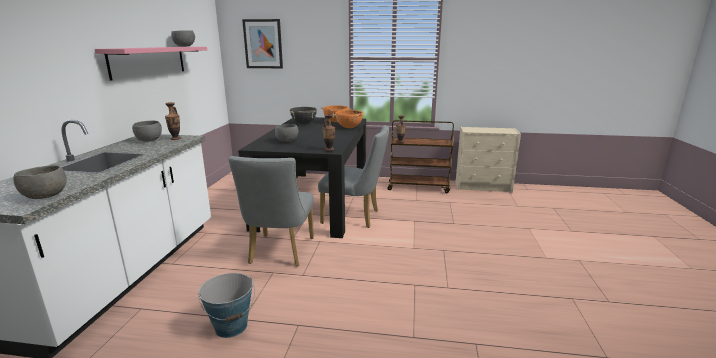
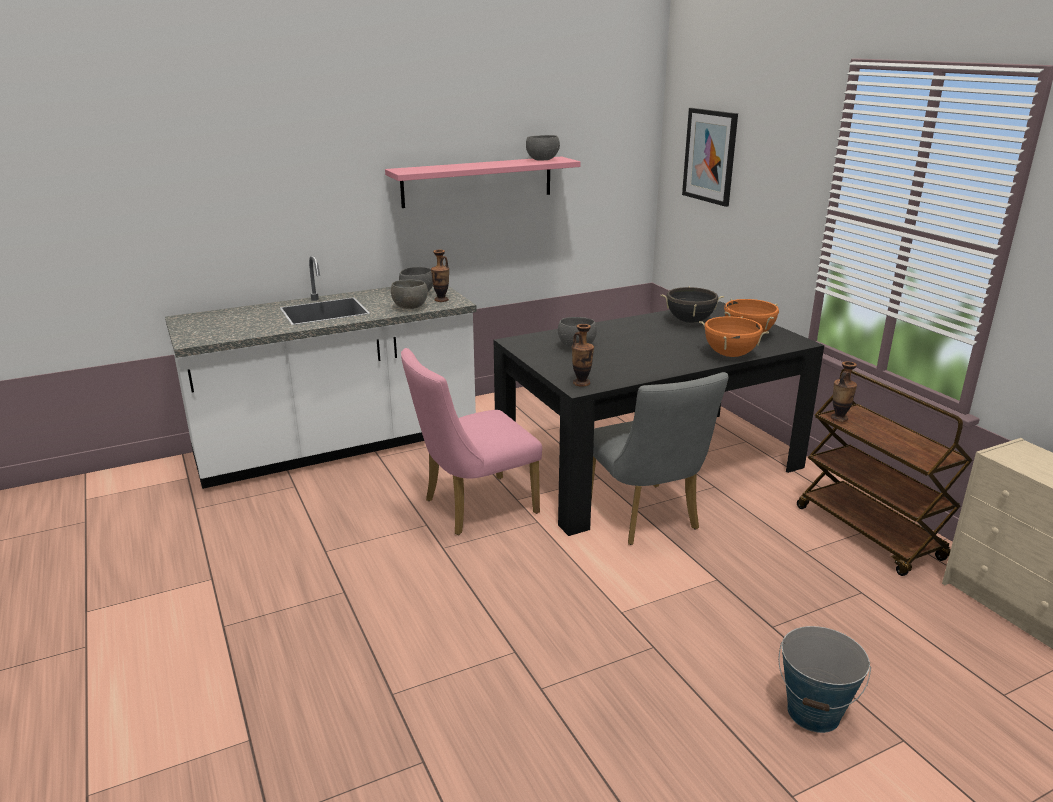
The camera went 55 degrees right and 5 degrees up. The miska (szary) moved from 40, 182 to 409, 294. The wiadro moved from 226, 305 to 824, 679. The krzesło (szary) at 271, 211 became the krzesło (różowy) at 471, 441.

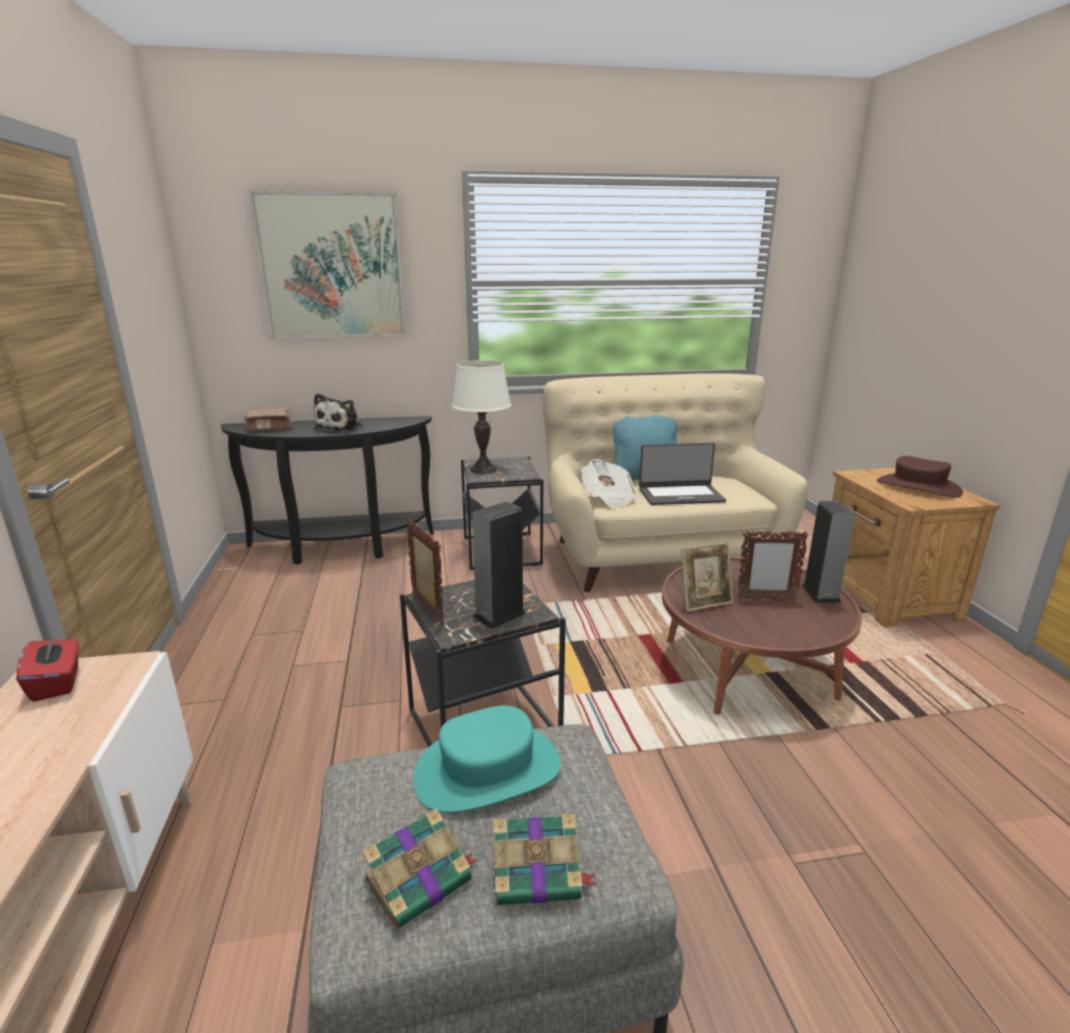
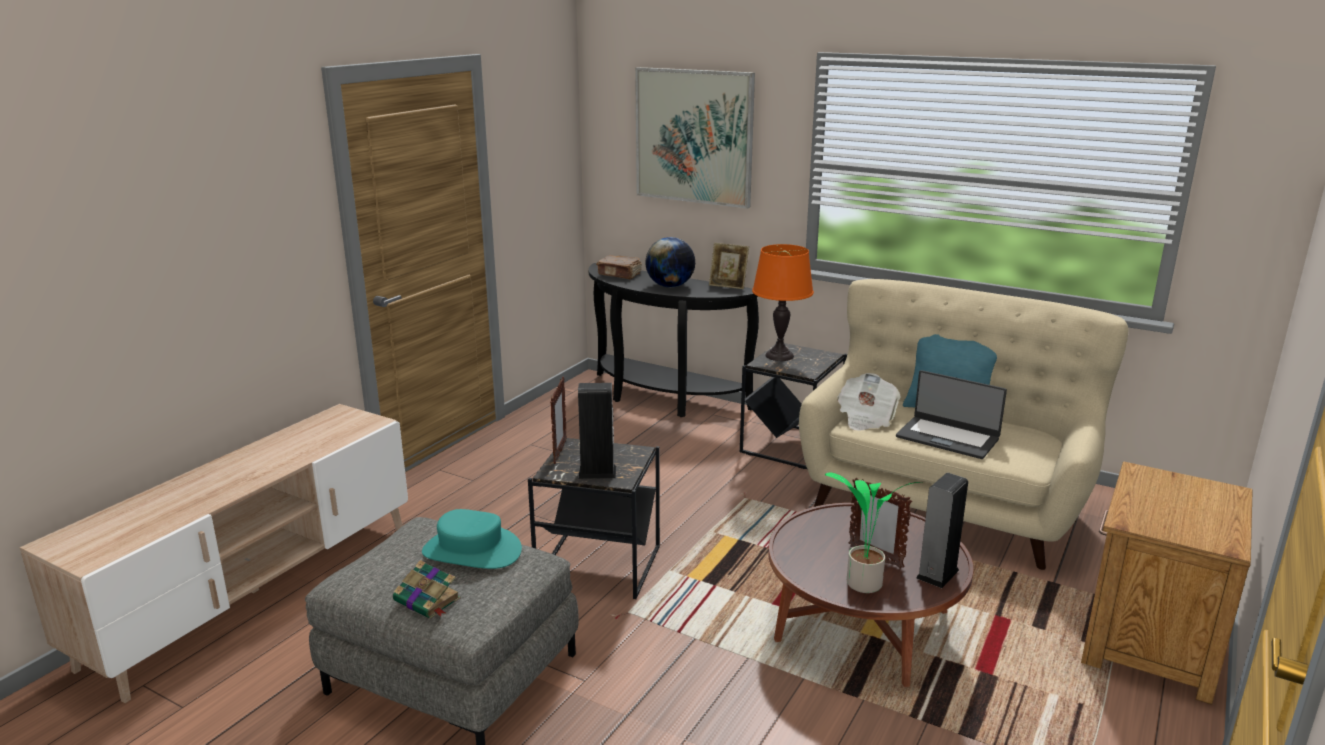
The camera went 40 degrees right and 0 degrees up. The pudełko chusteczek (czerwony) at 47, 666 disappeared. The pluszak at 338, 412 was replaced by the globus at 670, 262. The książka at 419, 868 disappeared. The lampa stołowa (biały) at 481, 417 became the lampa stołowa (pomarańczowy) at 783, 302. The ramka na zdjęcie moved from 707, 577 to 729, 266. The kapelusz (brązowy) at 920, 477 disappeared. The roślina doniczkowa at 873, 533 appeared.

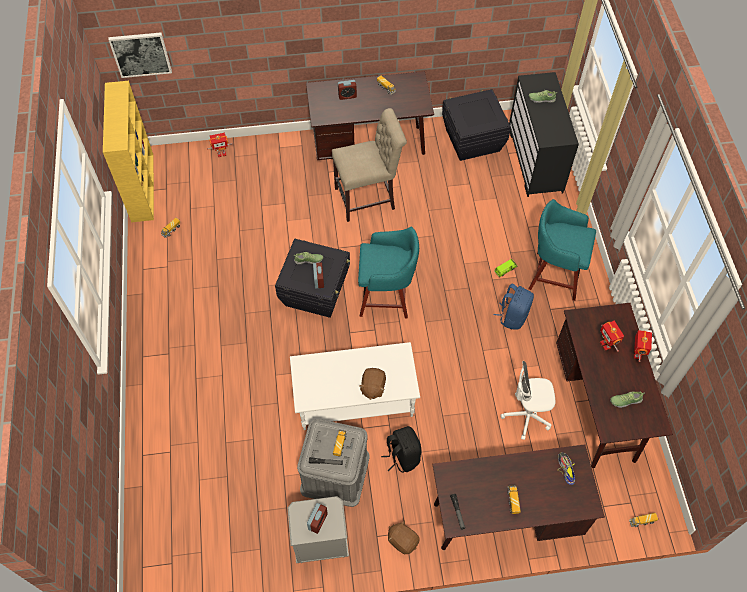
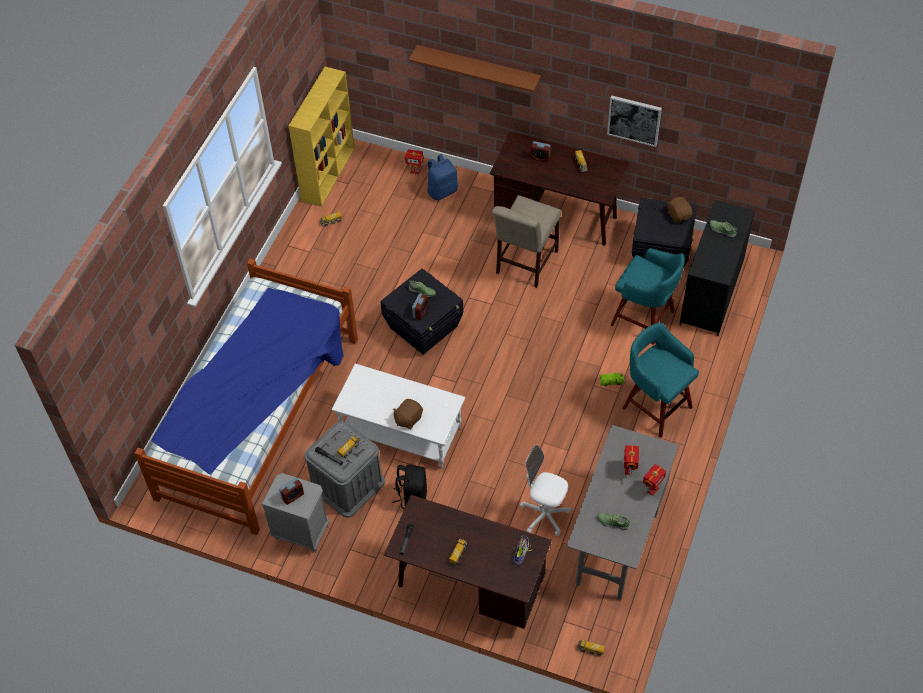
The camera went 30 degrees right and 5 degrees down. The obraz moved from 140, 55 to 634, 121. The krzesło (beżowy) at 369, 165 turned 105 degrees clockwise. The stołek (turkusowy) moved from 388, 272 to 648, 296. The pluszak (brązowy) moved from 404, 537 to 680, 209. The plecak (niebieski) moved from 514, 307 to 442, 177. The biurko (brązowy) at 614, 385 became the biurko (szary) at 622, 512. The łóżko at 246, 397 appeared. The półka (brązowy) at 475, 68 appeared.

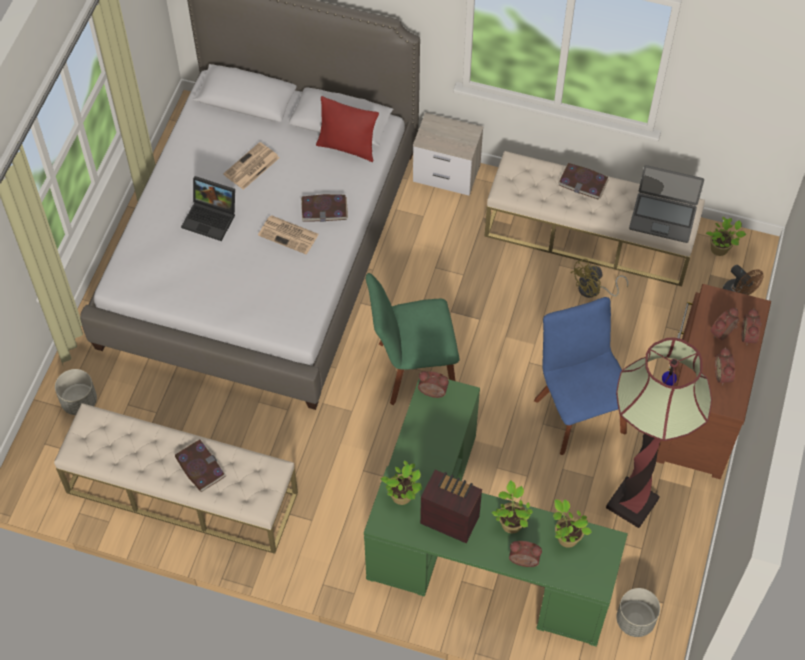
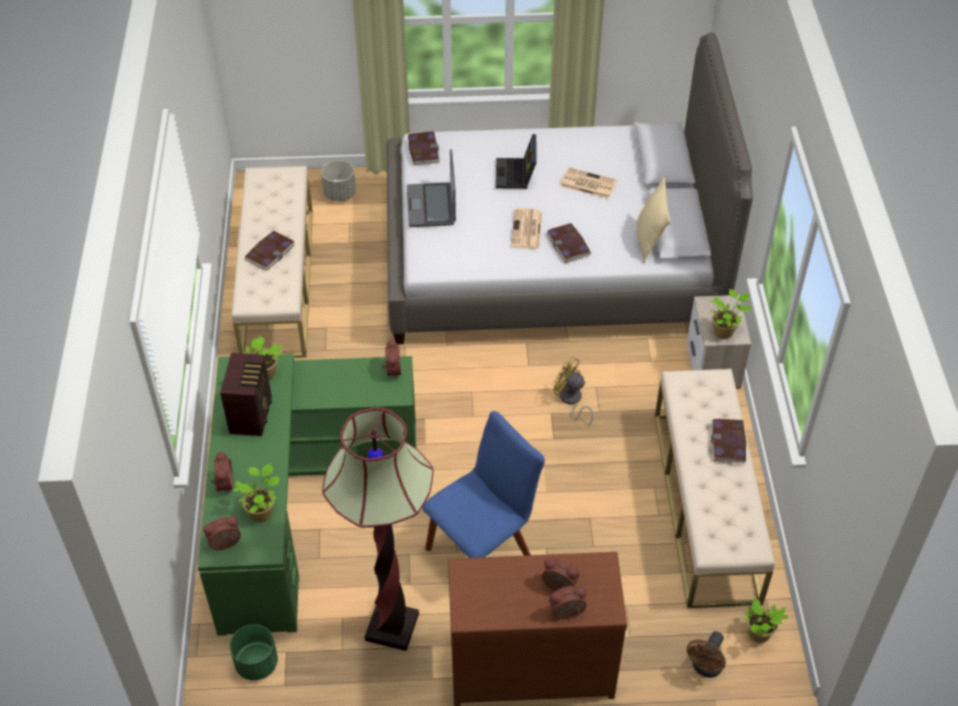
The camera went 70 degrees right and 10 degrees down. The poduszka (czerwony) at 347, 129 became the poduszka (beżowy) at 654, 220. The krzesło (zielony) at 412, 339 disappeared. The roślina doniczkowa moved from 512, 506 to 731, 314. The wentylator (żółty) moved from 599, 278 to 573, 391. The donica (szary) at 638, 612 became the donica (zielony) at 254, 652. The laptop moved from 666, 204 to 431, 188. The budzik moved from 725, 366 to 222, 533. The książka at 424, 148 appeared.

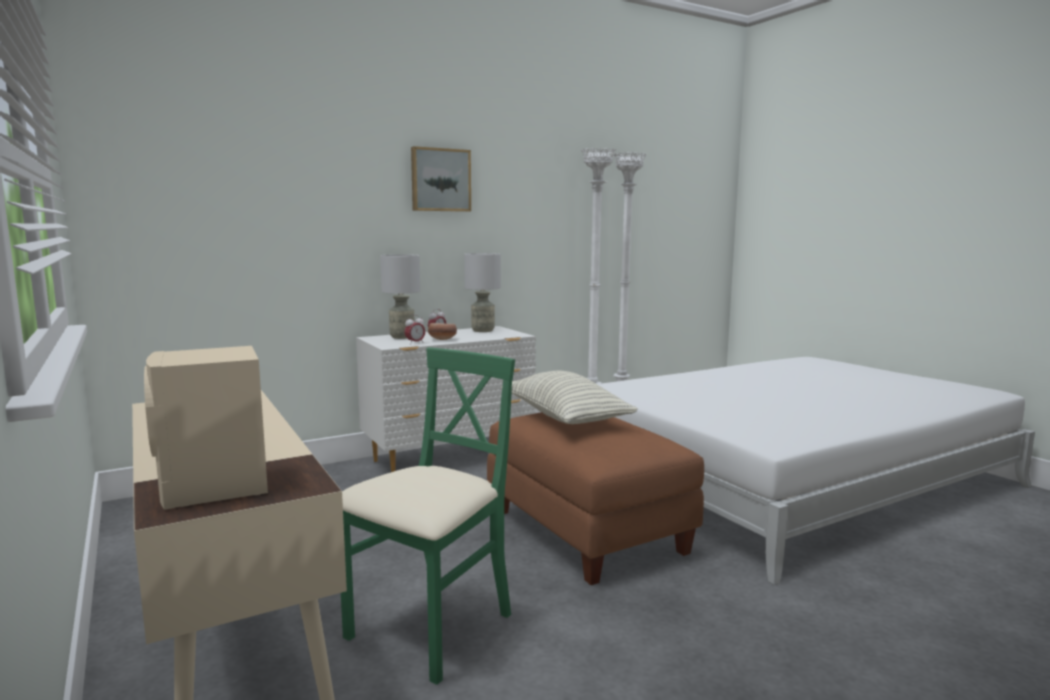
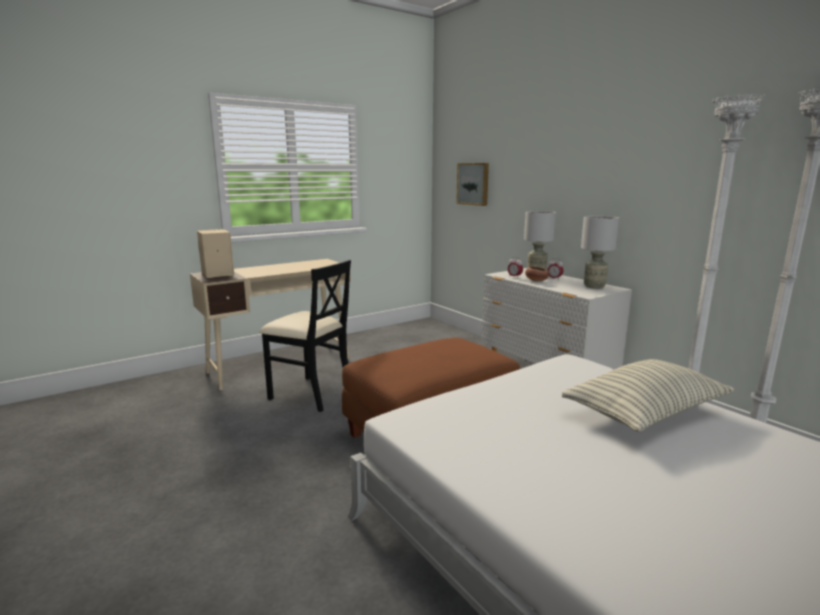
The camera went 85 degrees right and 5 degrees up. The krzesło (zielony) at 428, 516 became the krzesło (czarny) at 305, 336. The obraz moved from 441, 179 to 472, 184. The poduszka moved from 569, 397 to 648, 395.

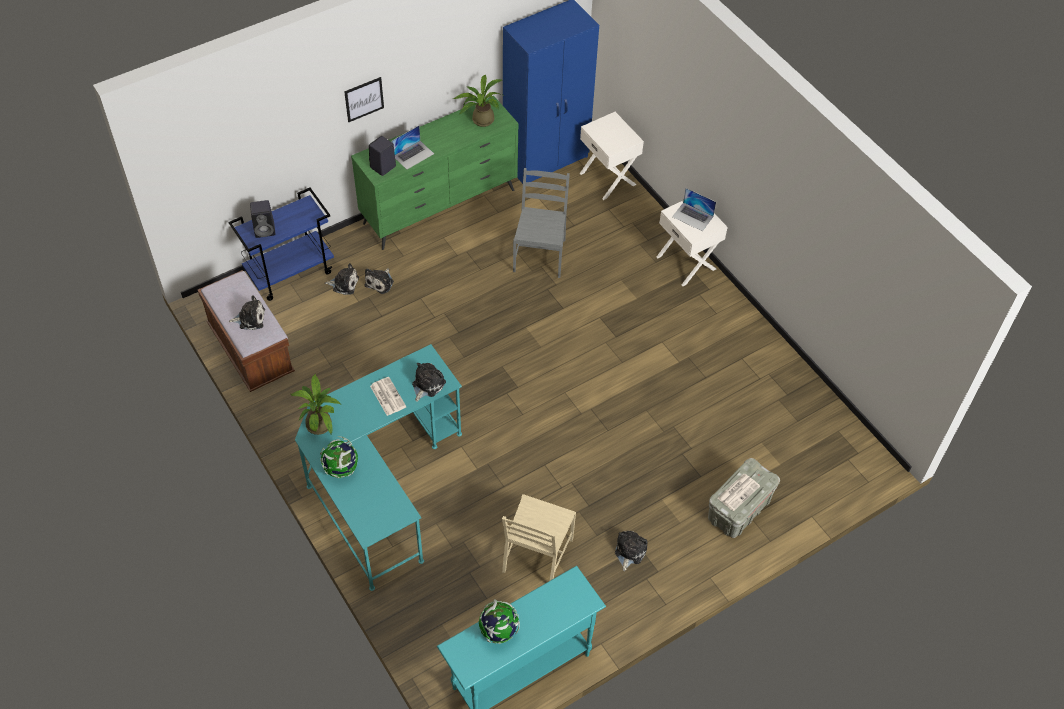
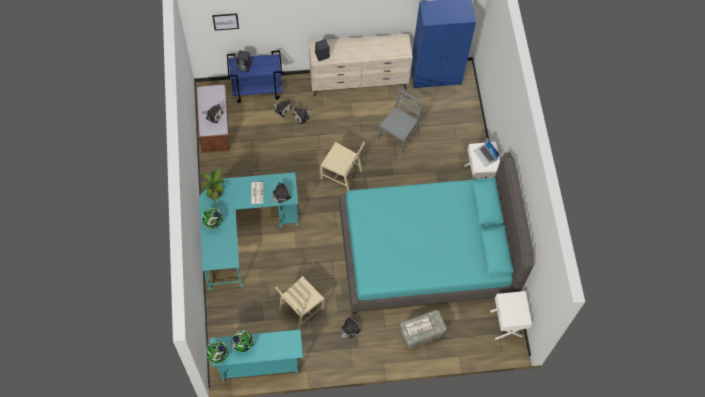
The camera went 25 degrees right and 10 degrees up. The obraz moved from 364, 99 to 225, 22. The komoda (zielony) at 435, 173 became the komoda (beżowy) at 361, 65. The laptop at 412, 147 disappeared. The roślina doniczkowa at 477, 101 disappeared. The szafka nocna (biały) moved from 611, 156 to 511, 315. The globus at 217, 352 appeared. The krzesło (beżowy) at 342, 166 appeared. The łóżko (turkusowy) at 436, 233 appeared.

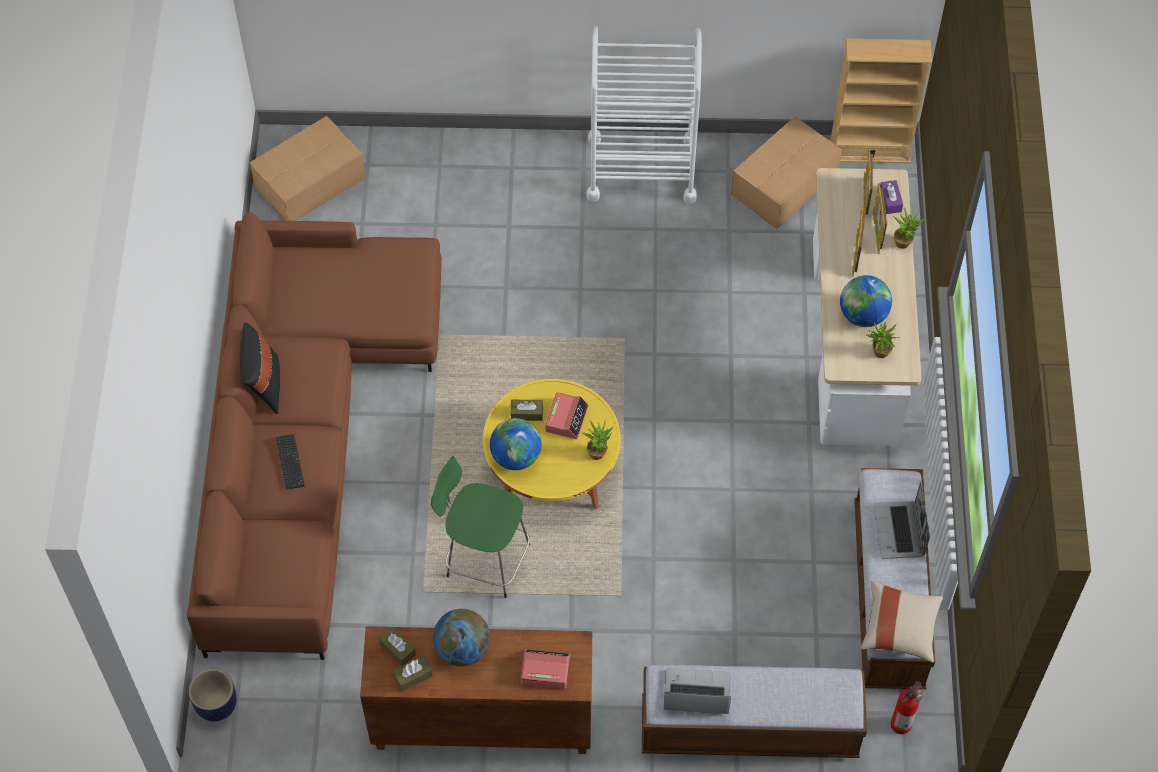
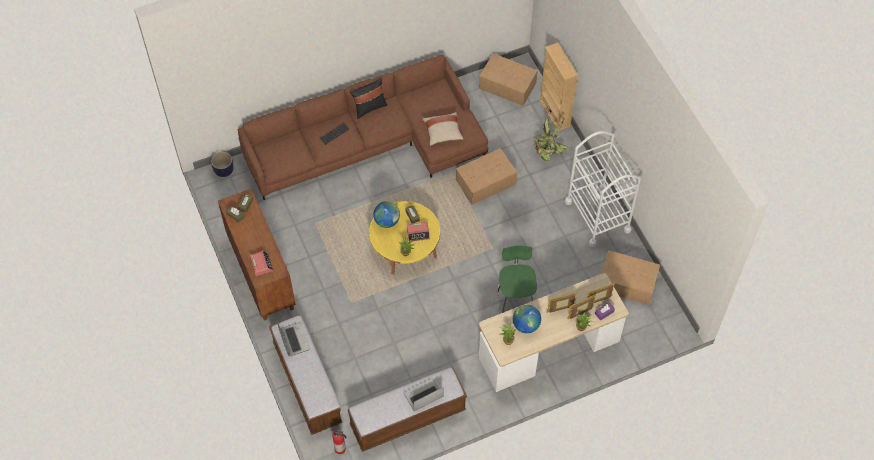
The camera went 65 degrees right and 0 degrees up. The stołek (zielony) moved from 480, 527 to 517, 279. The globus at 461, 637 disappeared. The regał (beżowy) moved from 880, 100 to 558, 87. The poduszka (beżowy) moved from 901, 622 to 443, 129. The karton at 486, 176 appeared. The roślina doniczkowa at 552, 139 appeared.

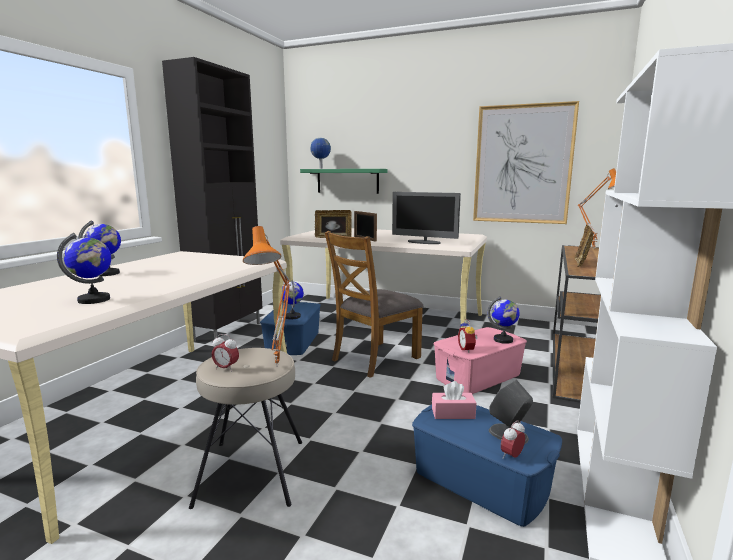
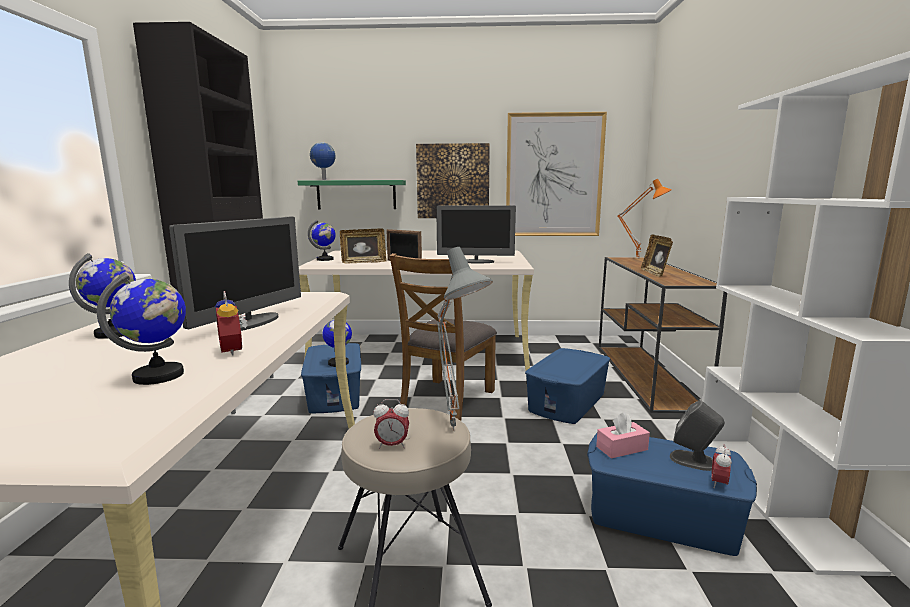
The camera went 20 degrees left and 0 degrees up. The lampa stołowa (pomarańczowy) at 267, 296 became the lampa stołowa (szary) at 465, 339. The pojemnik do przechowywania (różowy) at 480, 360 became the pojemnik do przechowywania (niebieski) at 567, 386. The budzik moved from 468, 336 to 231, 323. The globus moved from 503, 320 to 322, 240. The monitor at 235, 274 appeared. The obraz at 453, 180 appeared.

